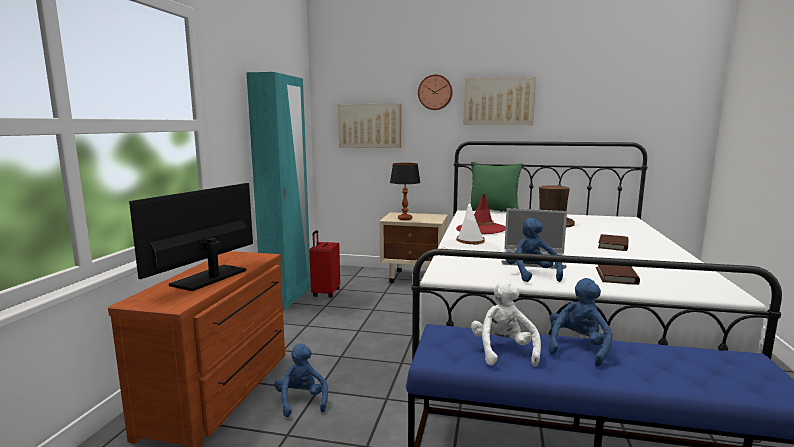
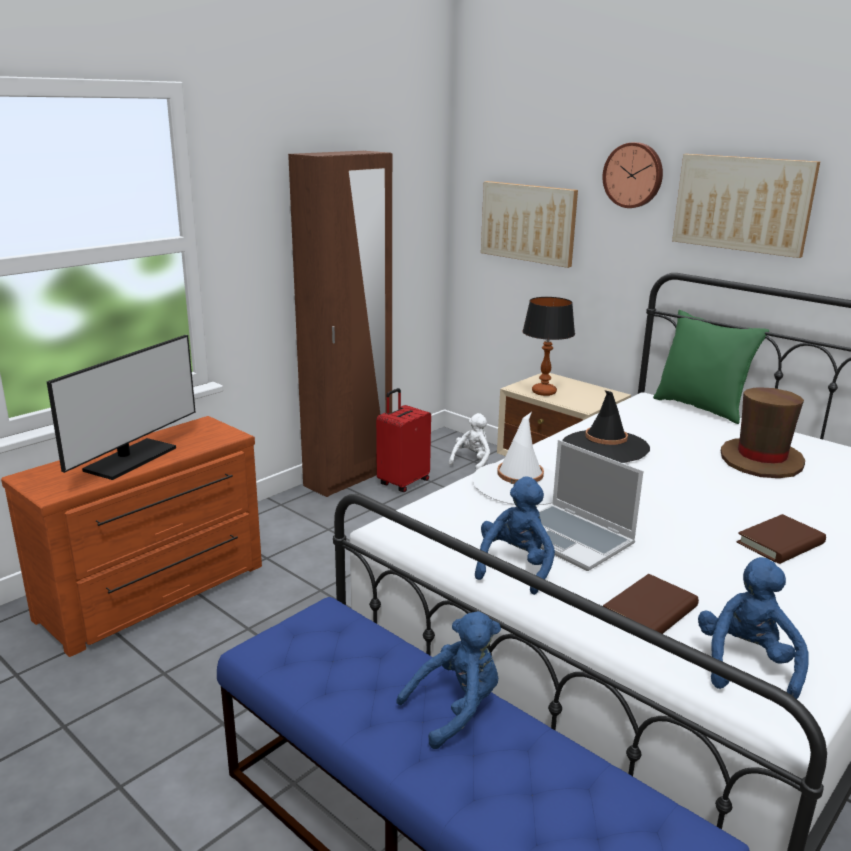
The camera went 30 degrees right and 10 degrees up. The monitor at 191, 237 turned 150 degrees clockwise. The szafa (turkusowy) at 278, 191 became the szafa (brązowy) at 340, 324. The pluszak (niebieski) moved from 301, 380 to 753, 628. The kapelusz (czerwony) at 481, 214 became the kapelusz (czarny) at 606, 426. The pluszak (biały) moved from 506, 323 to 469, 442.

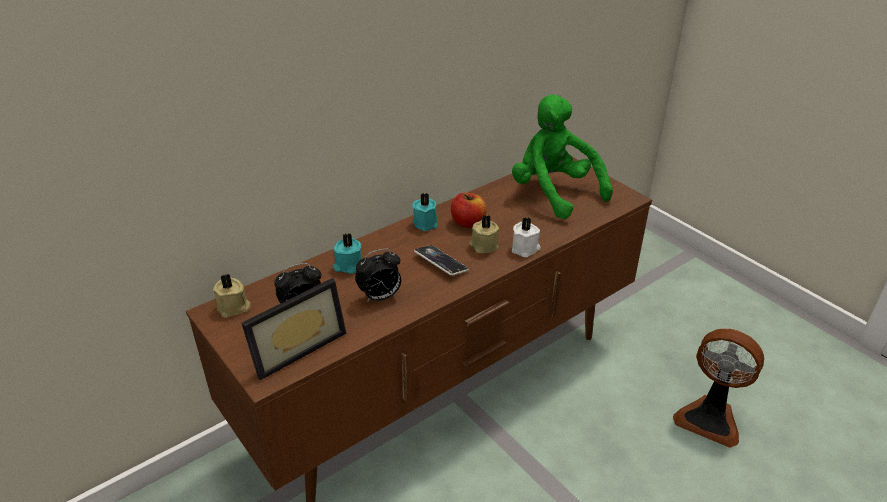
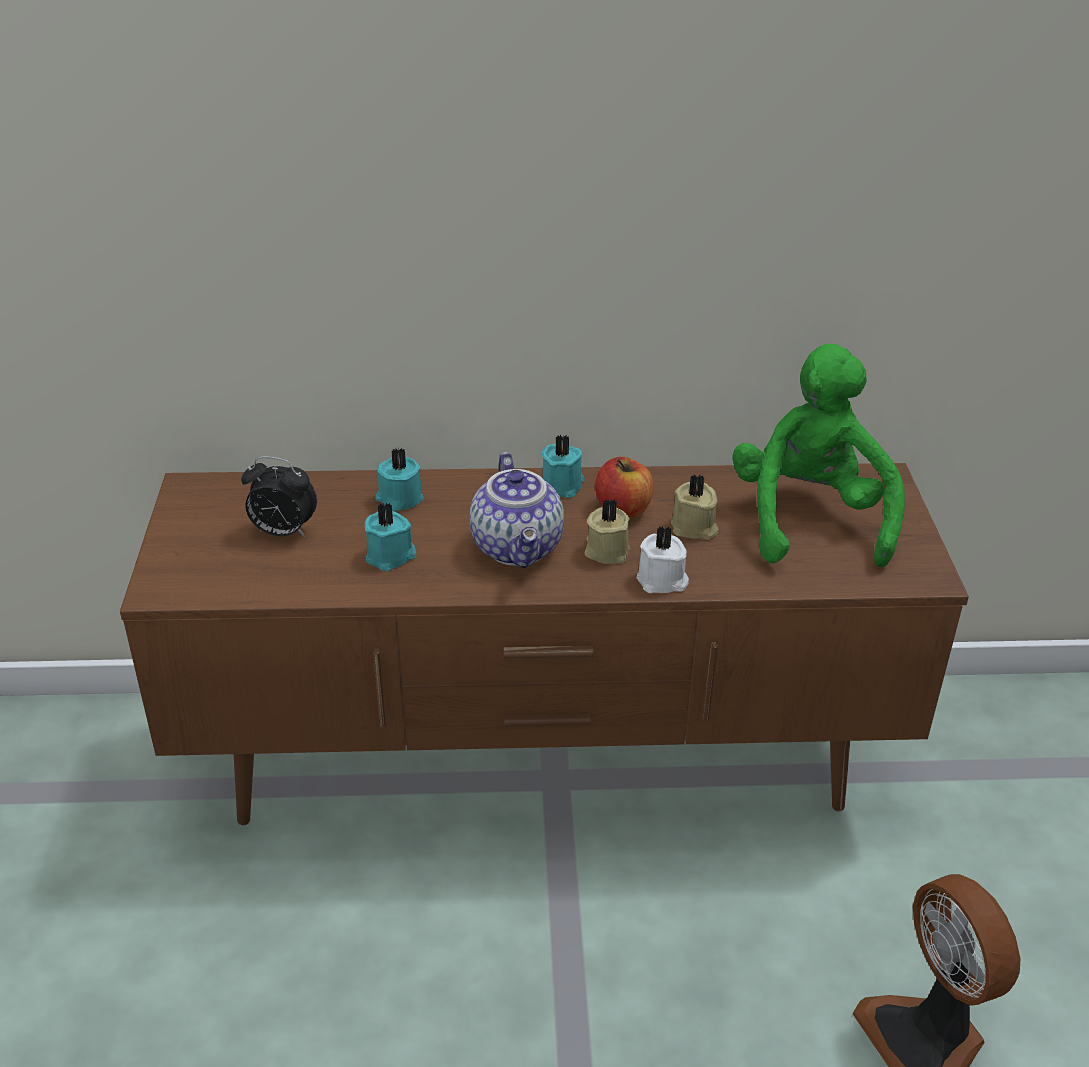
The camera went 35 degrees right and 0 degrees up. The świeca (beżowy) moved from 232, 296 to 695, 507. The ramka na zdjęcie at 294, 329 disappeared. The budzik at 378, 275 was replaced by the świeca (turkusowy) at 390, 537. The telefon at 441, 260 was replaced by the imbryk at 517, 510.

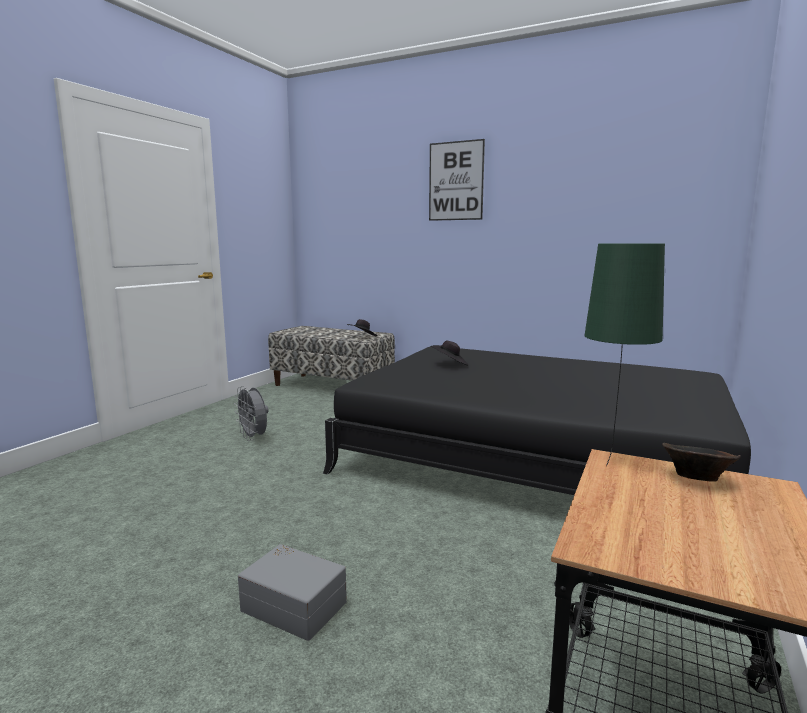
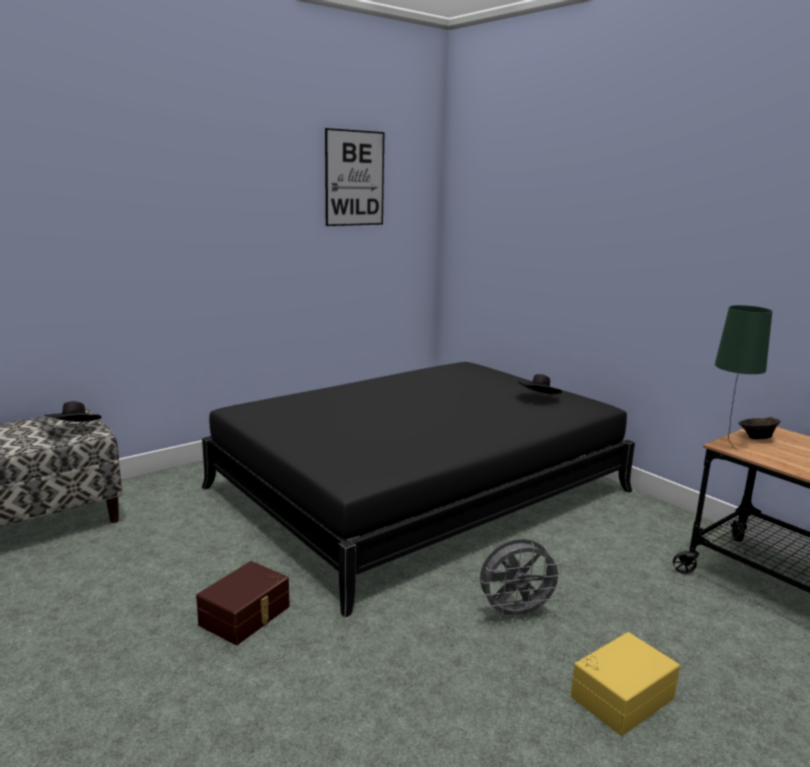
The camera went 65 degrees left and 5 degrees up. The wentylator (szary) moved from 251, 413 to 522, 580. The pojemnik do przechowywania (szary) at 292, 592 became the pojemnik do przechowywania (żółty) at 625, 684. The obraz moved from 457, 180 to 354, 177. The kapelusz (czarny) moved from 449, 353 to 540, 384. The pojemnik do przechowywania (brązowy) at 243, 603 appeared.

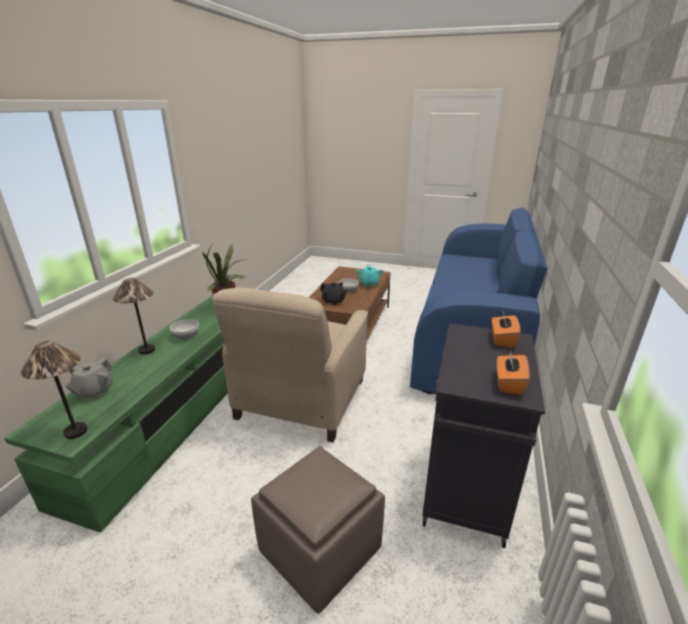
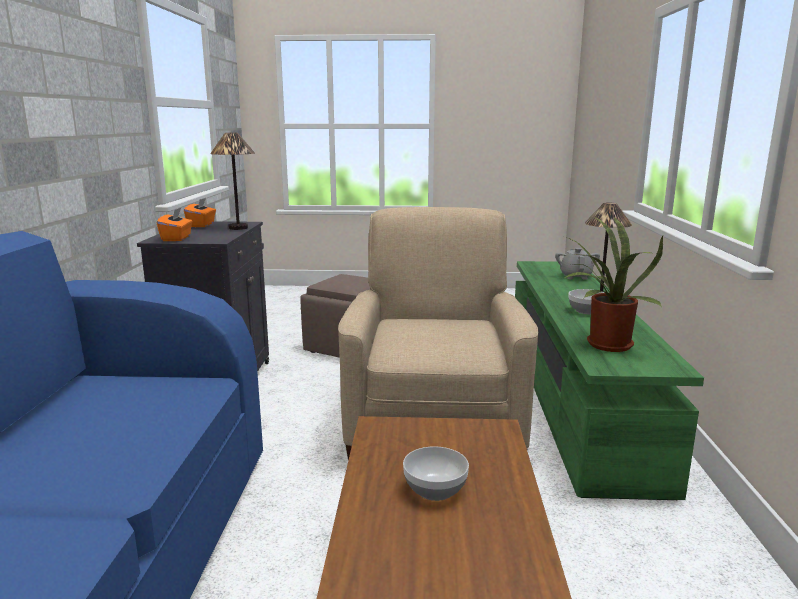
The camera went 165 degrees right and 10 degrees down. The lampa stołowa moved from 54, 390 to 232, 181. The imbryk (czarny) at 333, 293 disappeared. The imbryk (turkusowy) at 369, 276 disappeared.

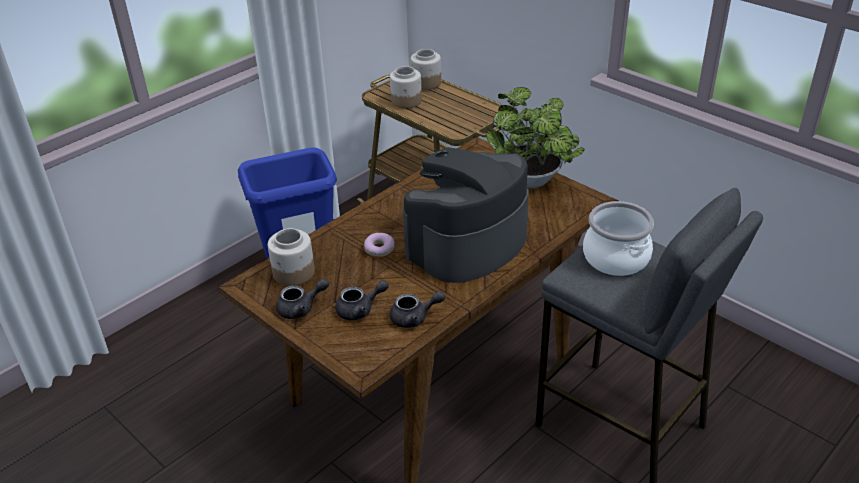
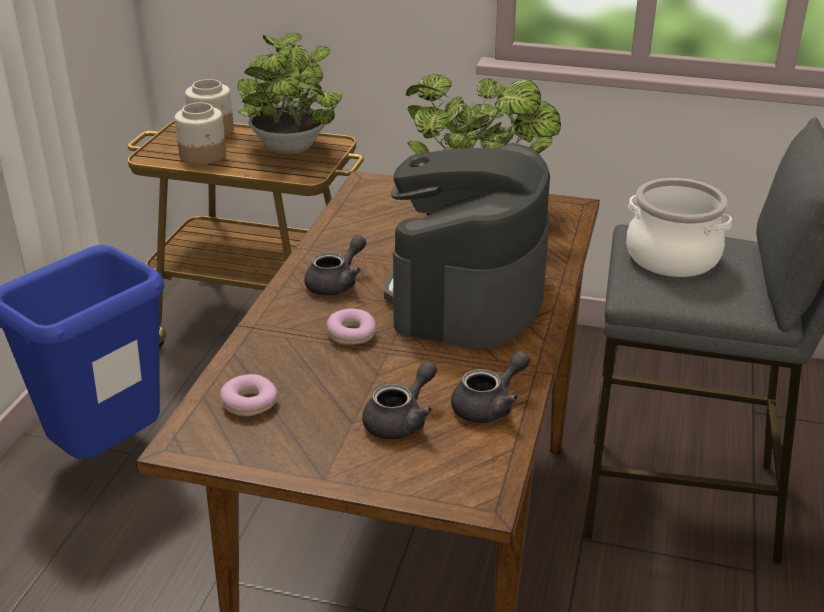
The camera went 30 degrees left and 5 degrees down. The słoik at 291, 257 was replaced by the donut at 248, 395. The imbryk (szary) moved from 302, 298 to 335, 265. The roślina doniczkowa at 289, 93 appeared.

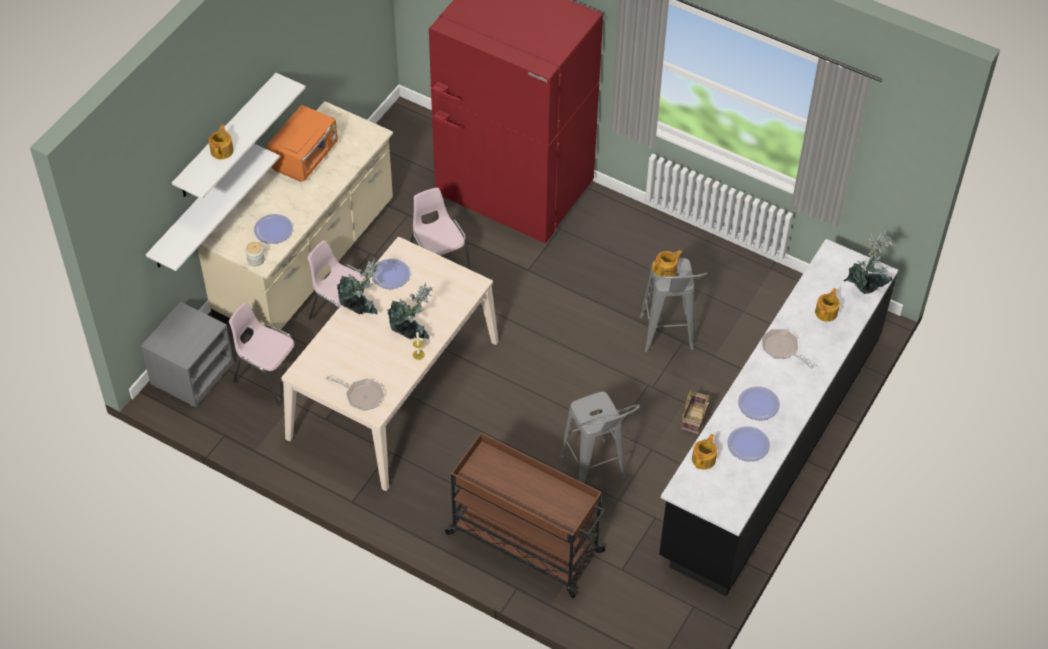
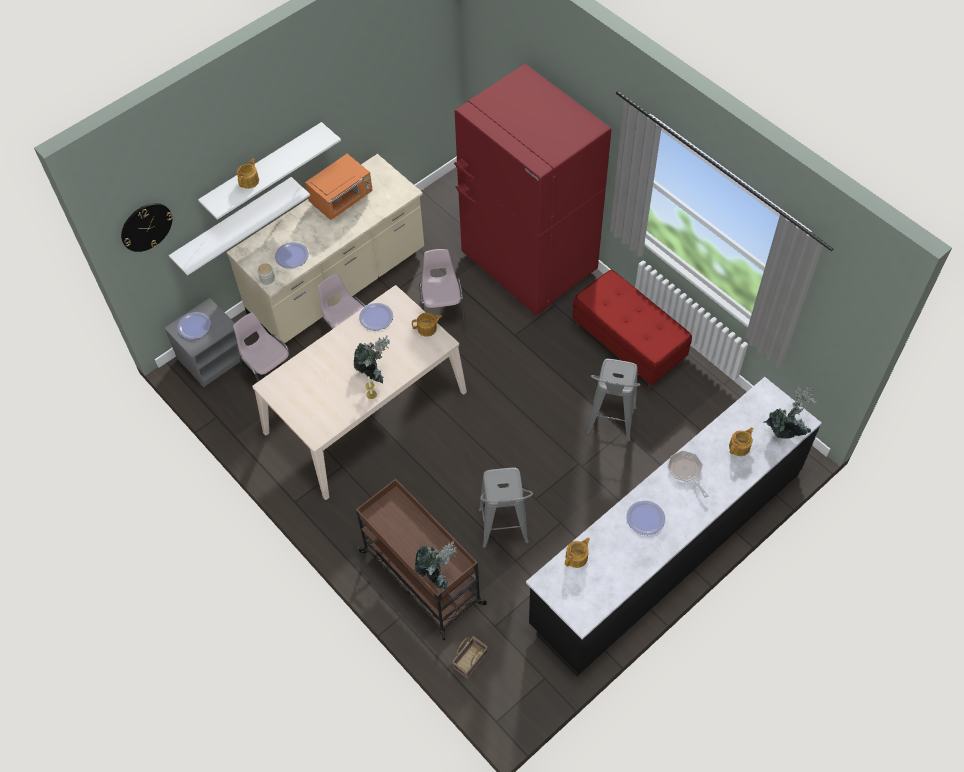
The camera went 20 degrees right and 5 degrees up. The patelnia at 355, 393 disappeared. The roślina doniczkowa moved from 359, 286 to 436, 566. The imbryk moved from 667, 263 to 427, 325. The koszyk moved from 696, 411 to 470, 657. The talerz moved from 749, 444 to 194, 325. The zegar ścienny at 147, 227 appeared. The ławka (czerwony) at 632, 330 appeared.

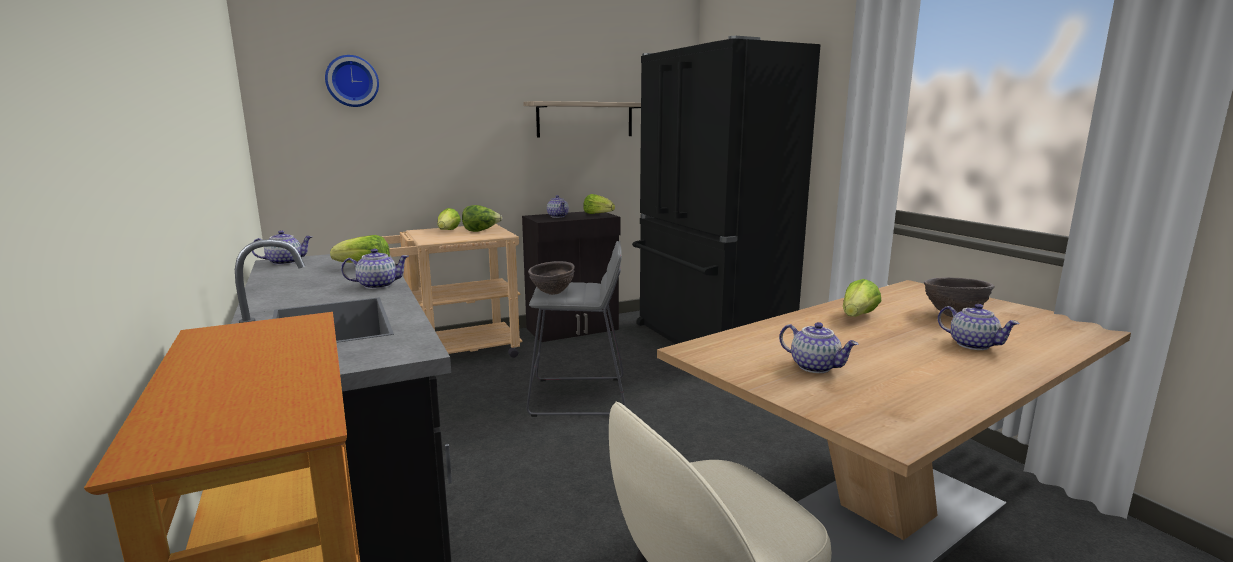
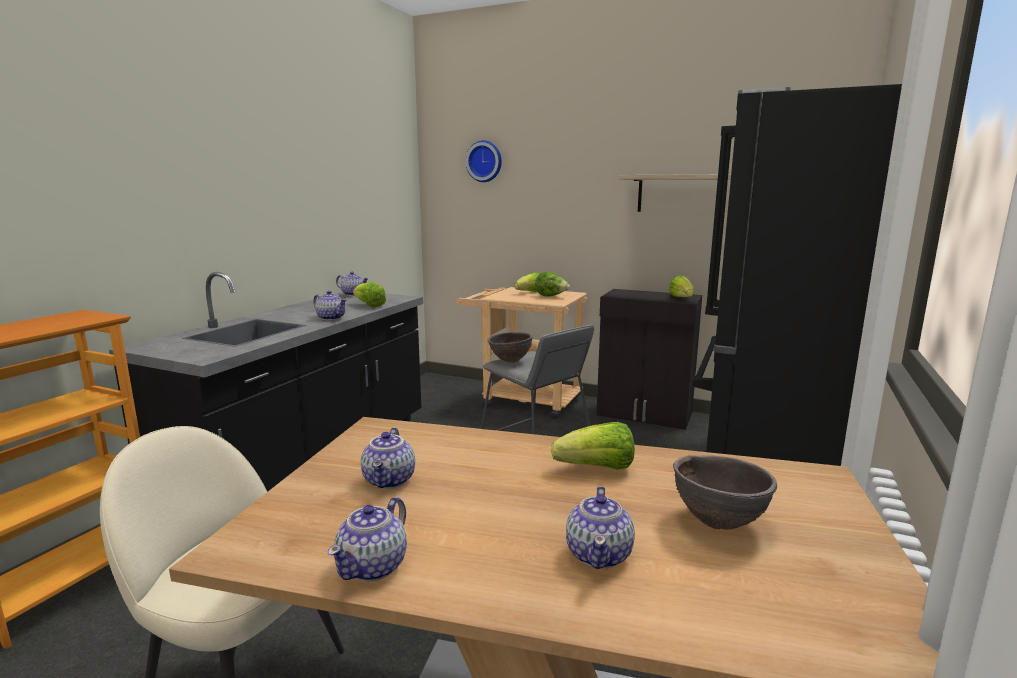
The camera went 50 degrees right and 0 degrees up. The imbryk moved from 558, 206 to 367, 539.

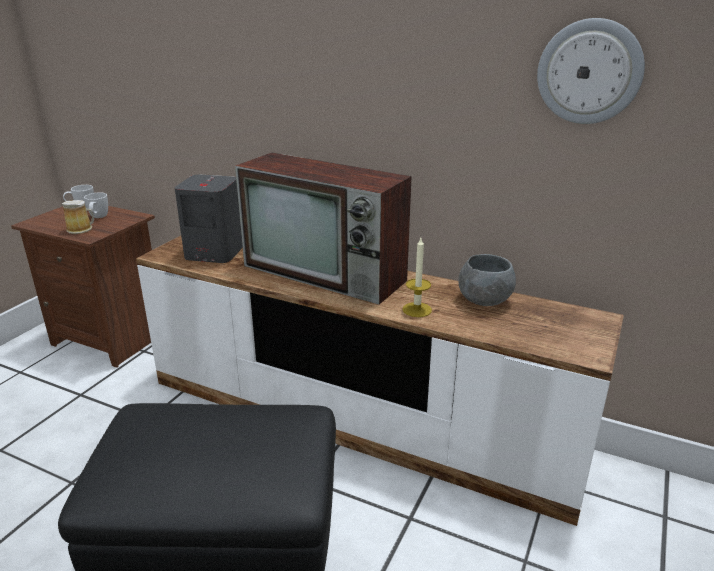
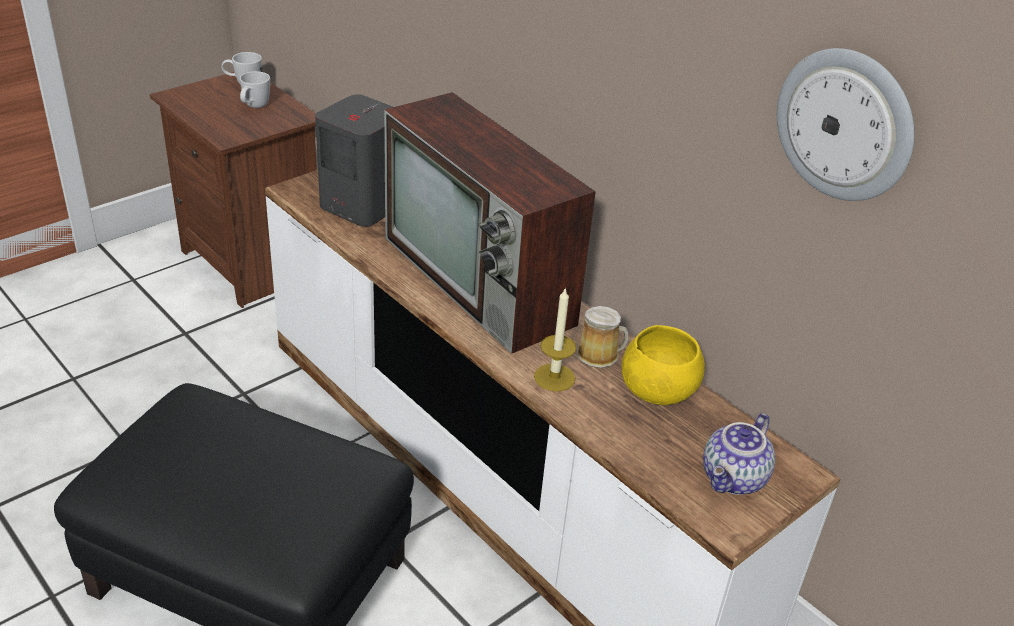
The camera went 20 degrees right and 10 degrees up. The kubek moved from 78, 217 to 602, 337. The miska (szary) at 487, 280 became the miska (żółty) at 663, 365. The imbryk at 739, 454 appeared.

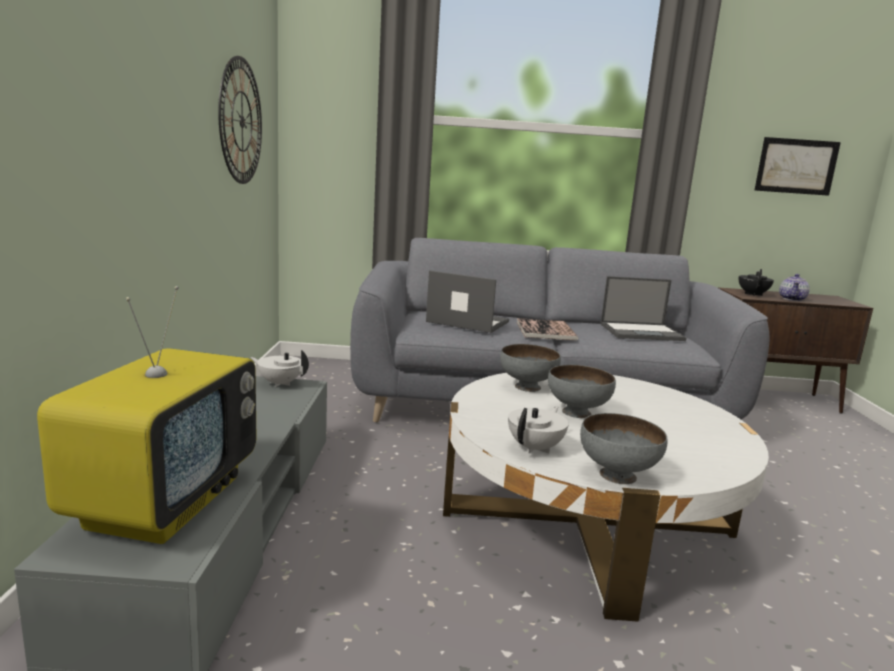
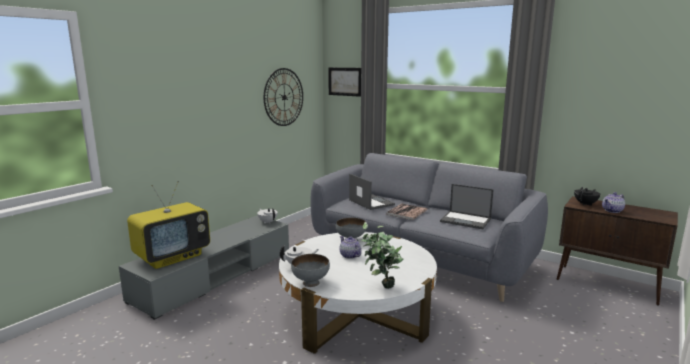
The camera went 35 degrees right and 0 degrees up. The miska (szary) at 582, 391 was replaced by the imbryk at 351, 247. The obraz moved from 797, 166 to 344, 82. The roślina doniczkowa at 382, 255 appeared.

